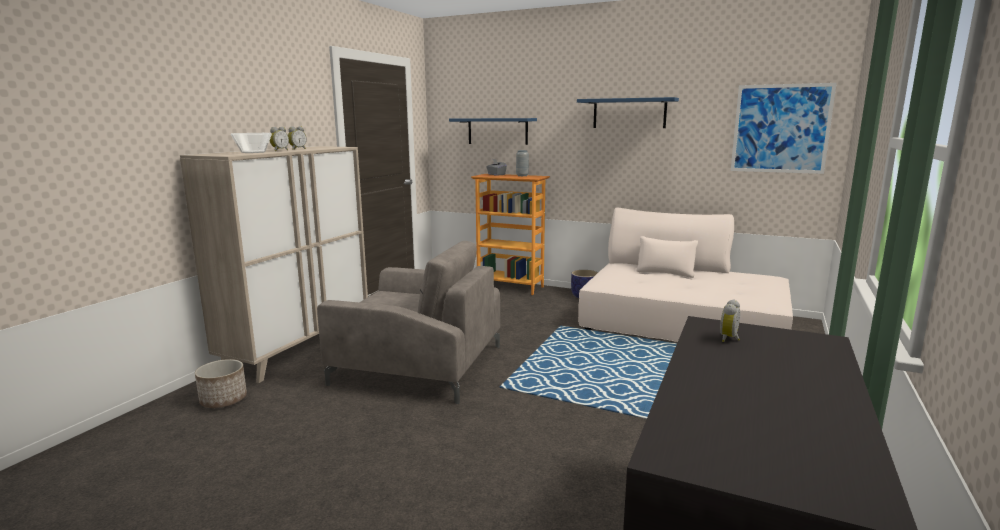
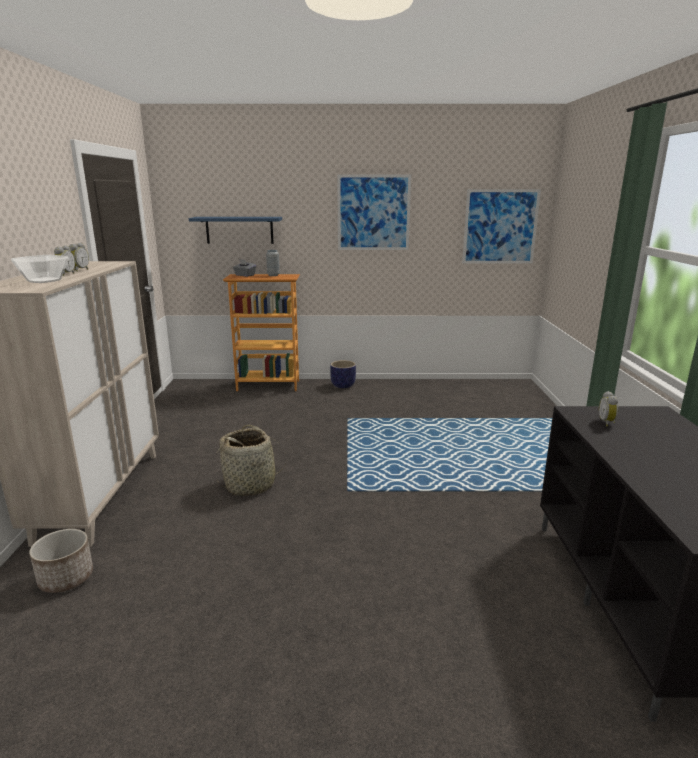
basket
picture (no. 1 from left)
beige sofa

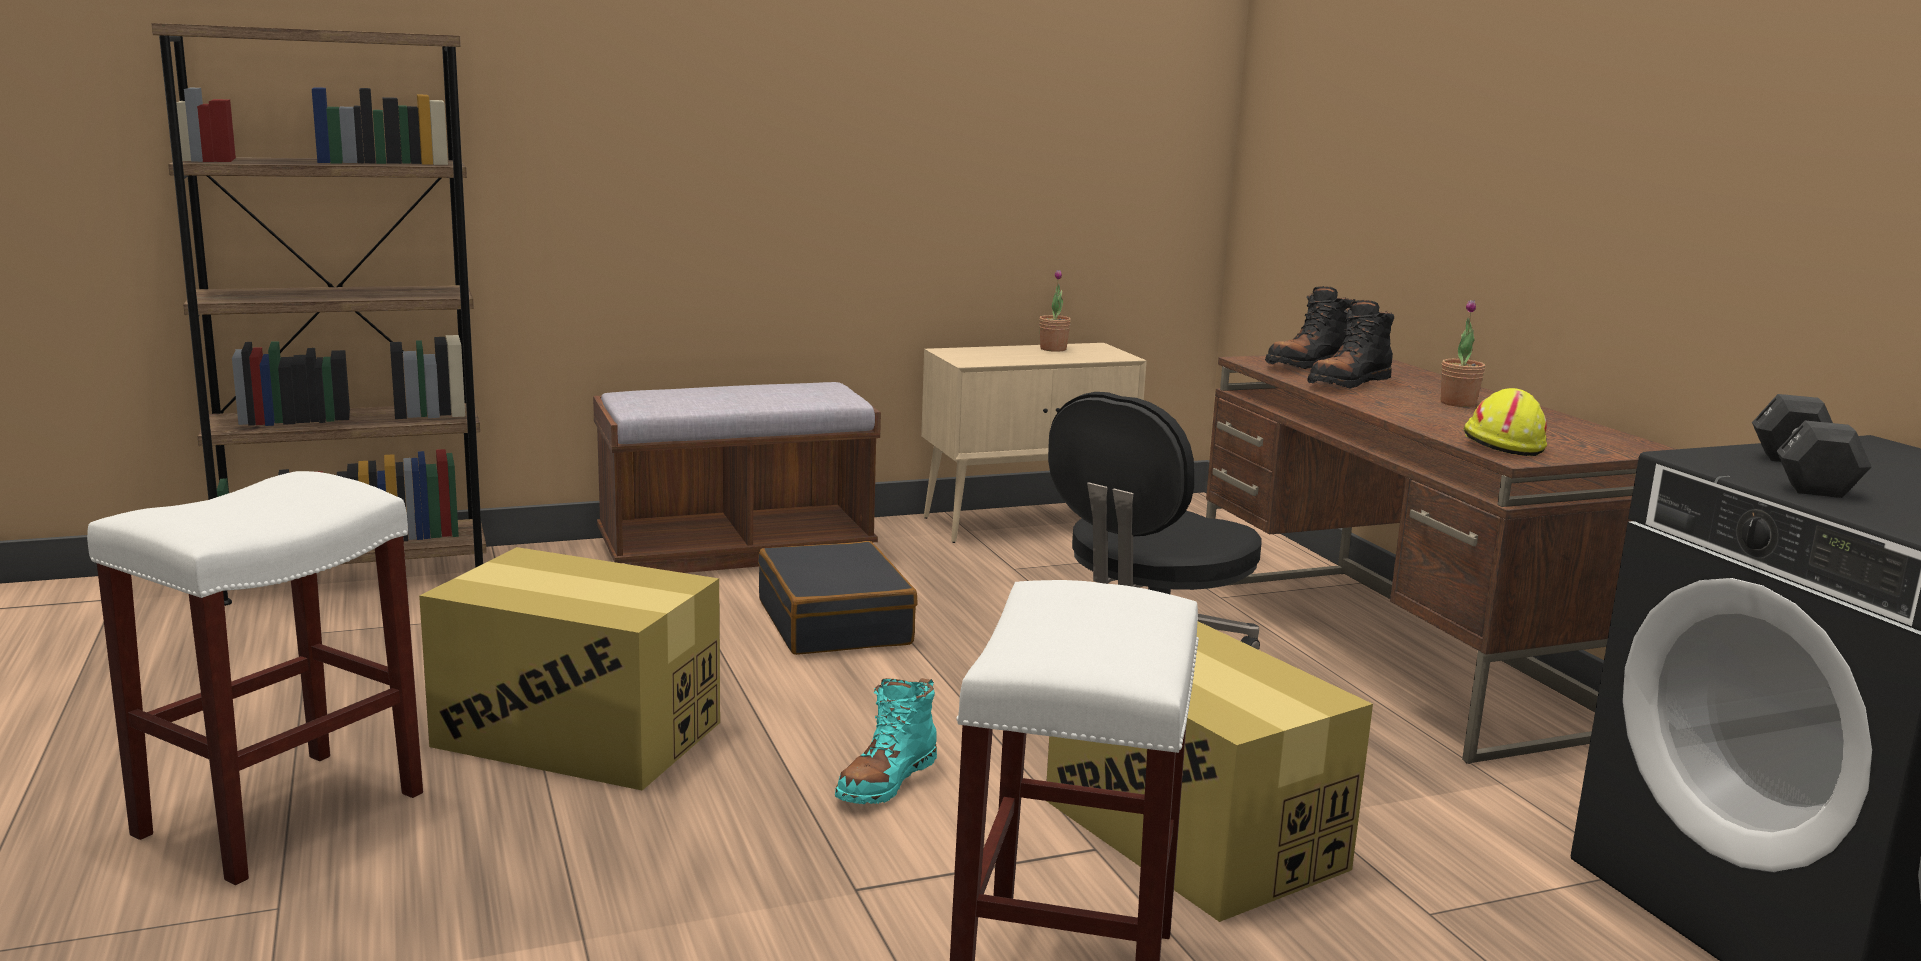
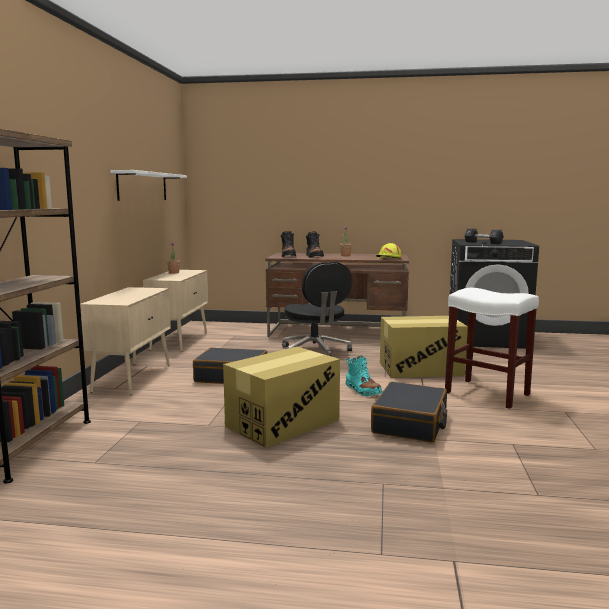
beige cabinet (no. 1 from left)
white shelf
black suitcase (no. 2 from left)
white stool (no. 1 from left in the first image)

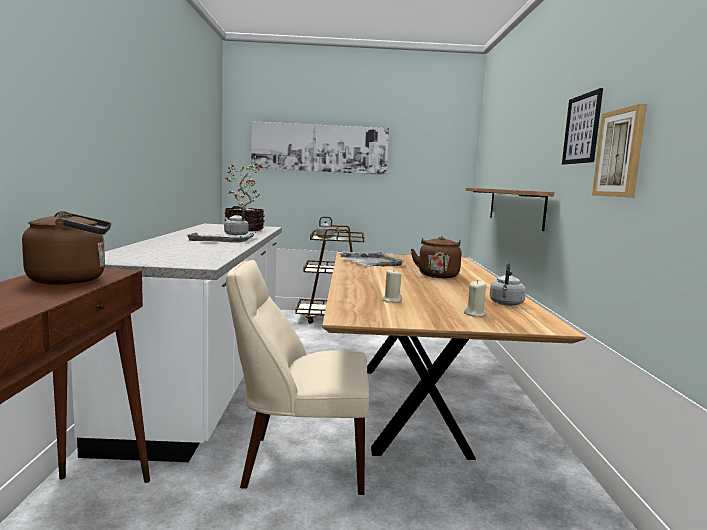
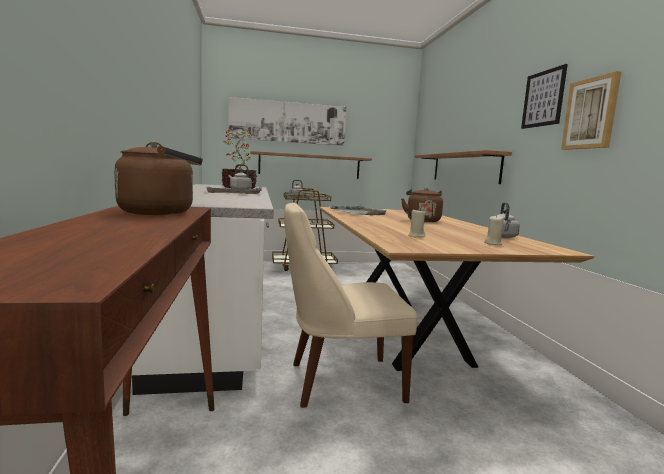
shelf (no. 1 from left)

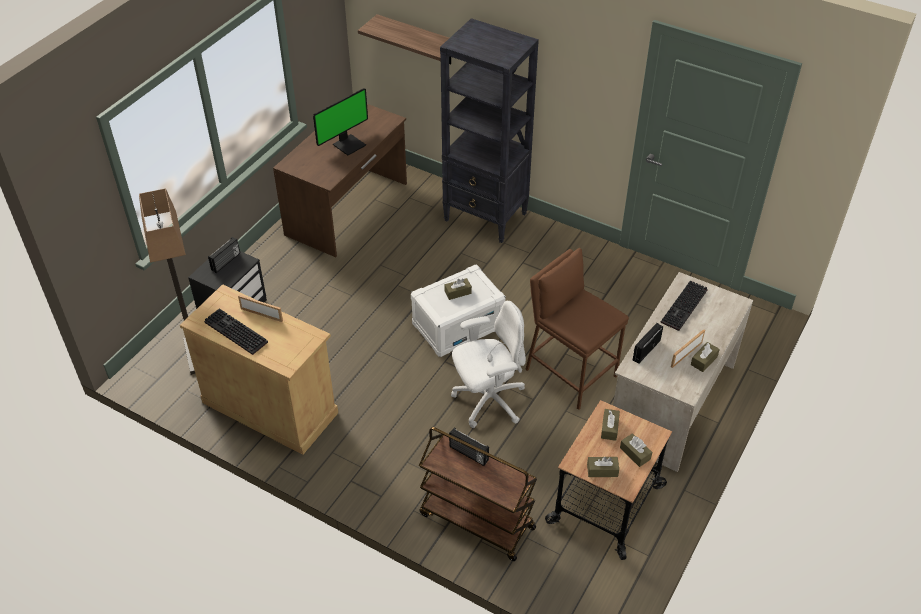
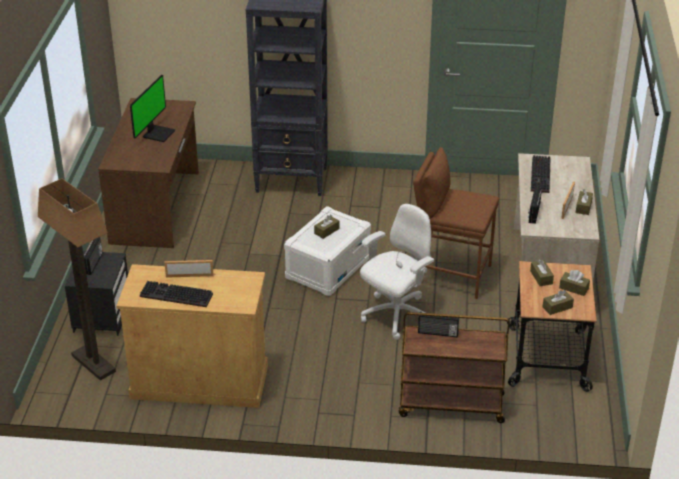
shelf

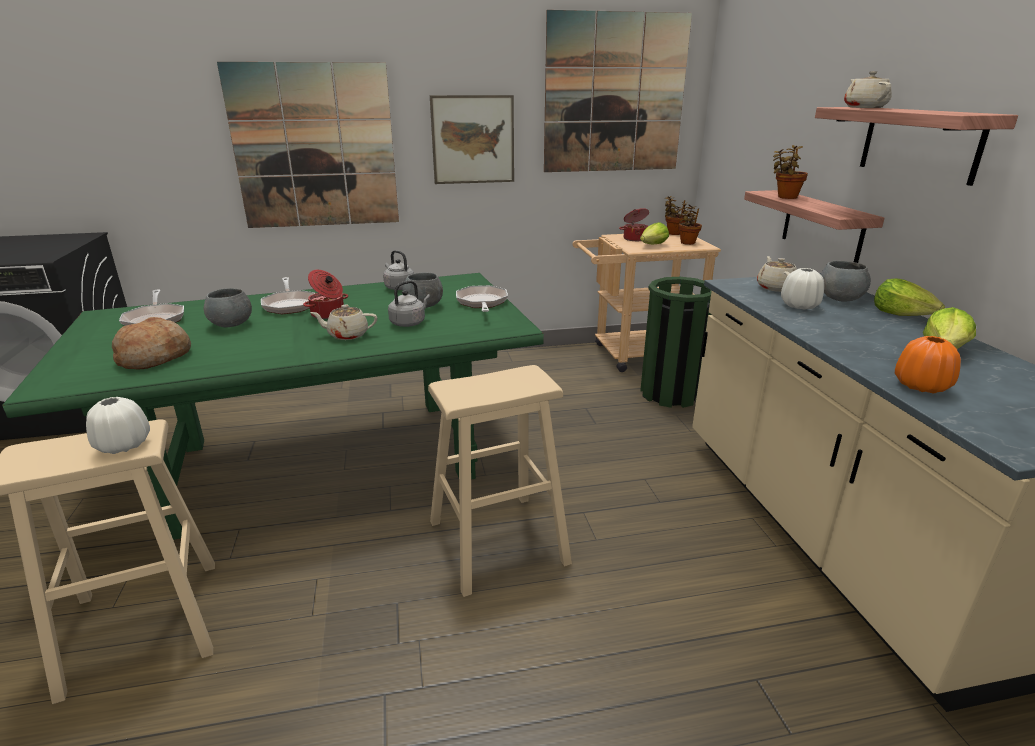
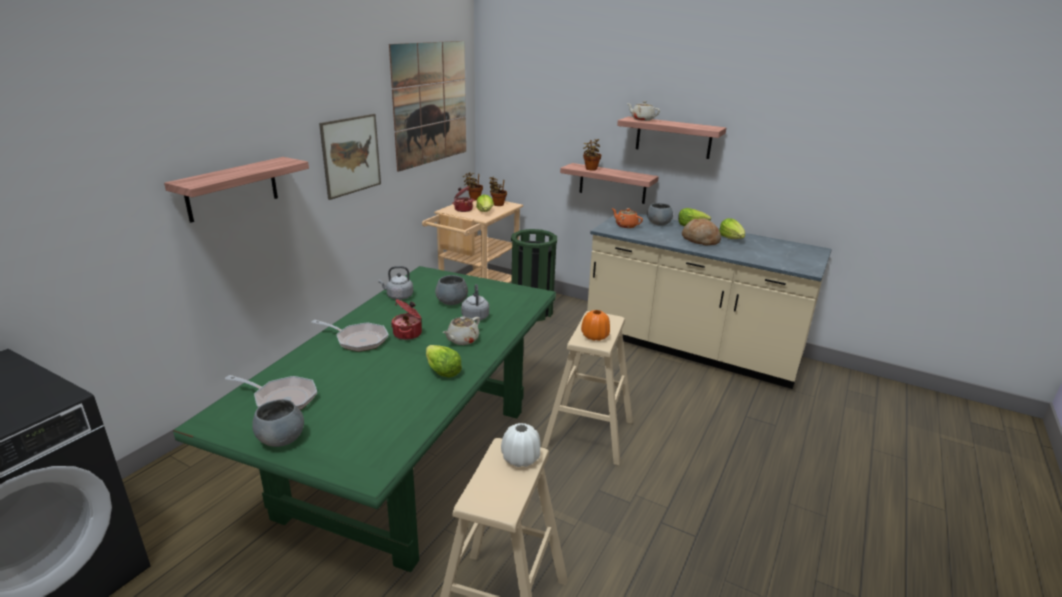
shelf (no. 1 from left)
grey bowl (no. 1 from left)
lettuce (no. 1 from left)
orange vase
orange teapot
bread
frying pan (no. 3 from left in the first image)
white vase (no. 2 from left in the first image)

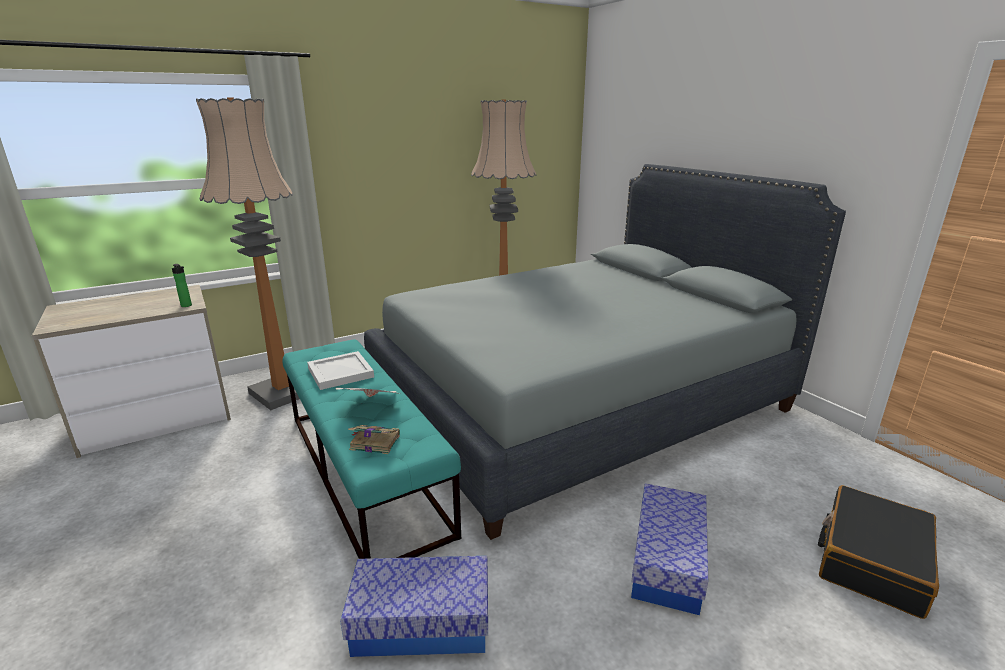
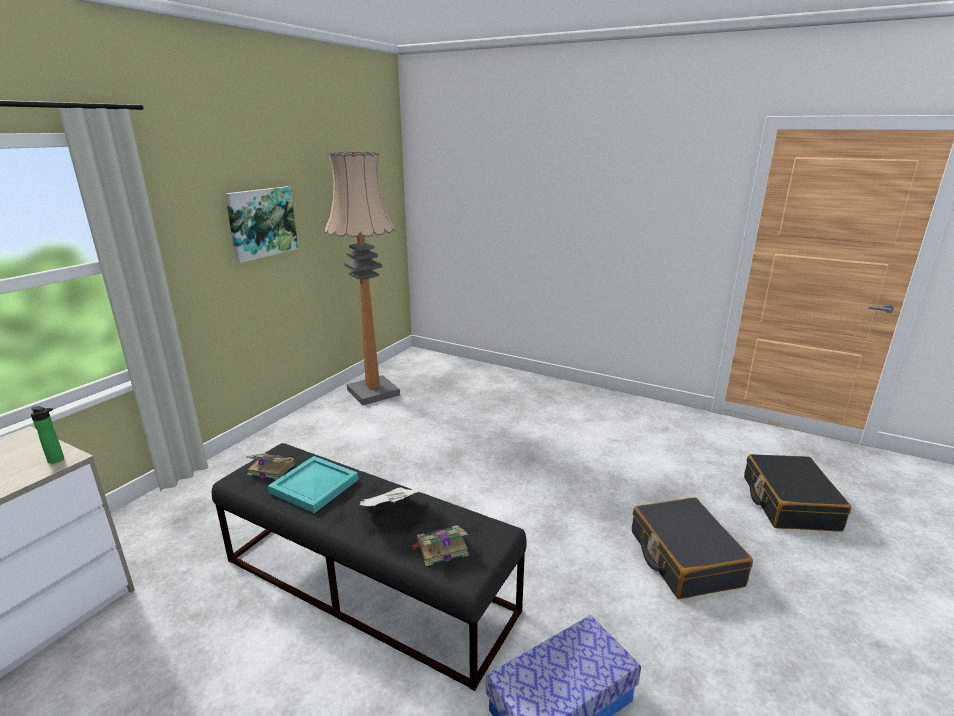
black bench
picture
book (no. 1 from left)
turquoise tray
black suitcase (no. 1 from left)
floor lamp (no. 1 from left in the first image)
grey bed

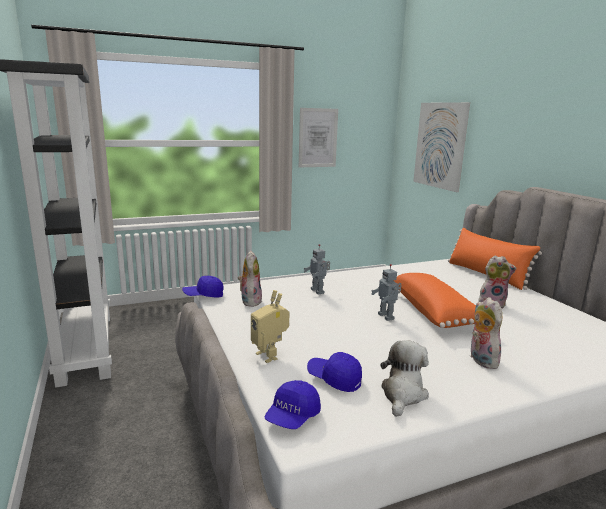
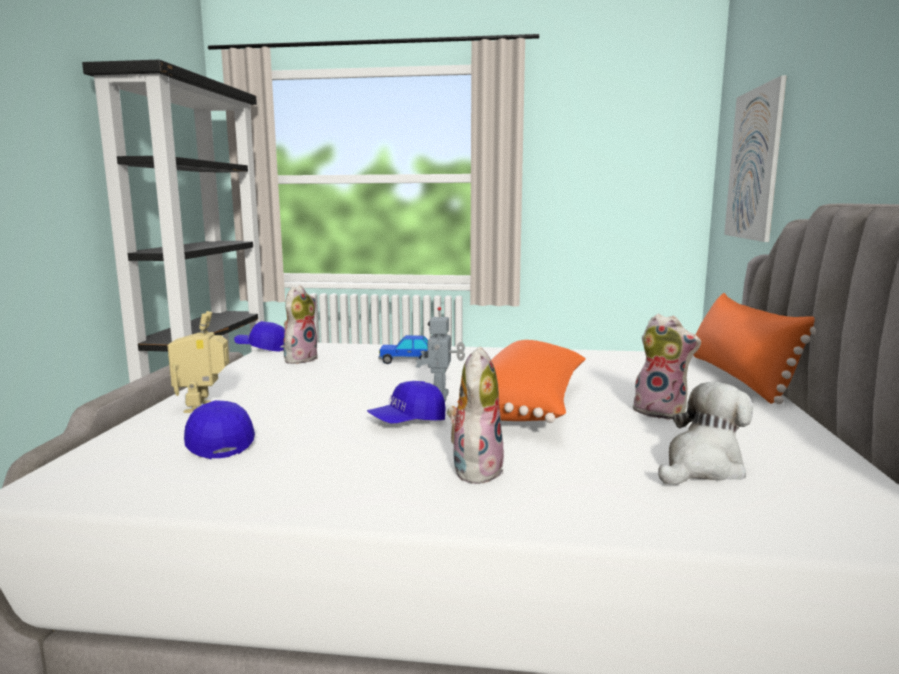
blue cap (no. 3 from left)
toy car
plush toy (no. 4 from left)
picture (no. 1 from left in the first image)

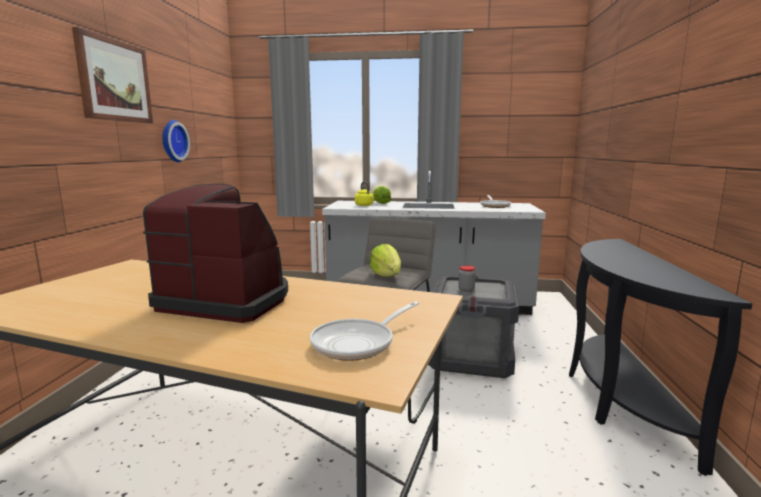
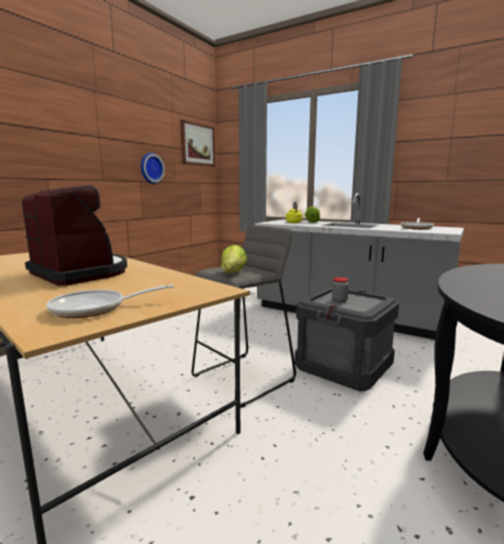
picture

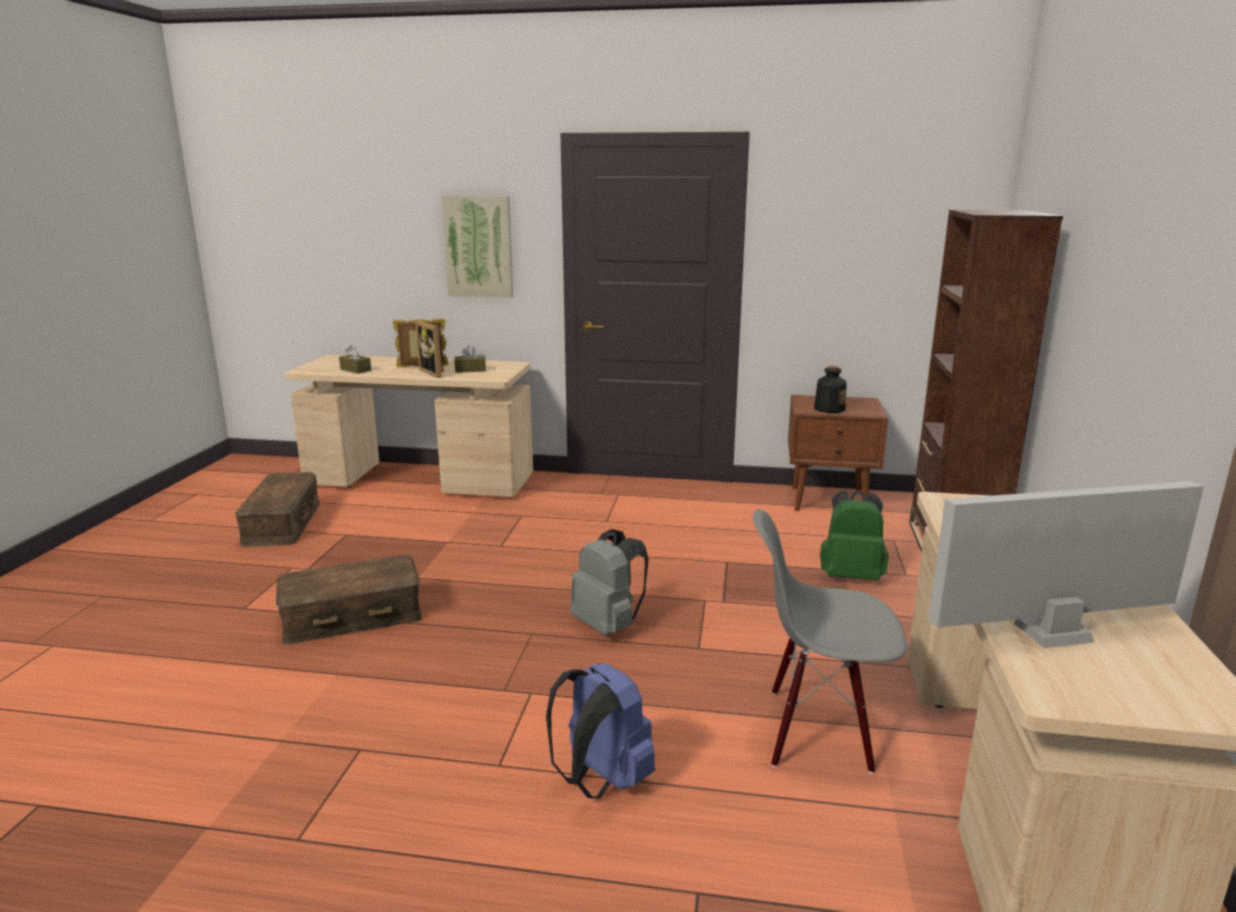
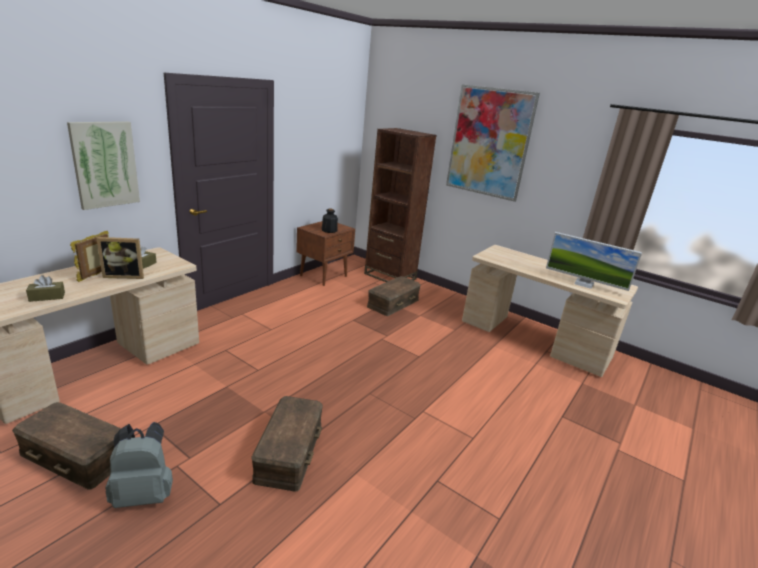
grey backpack
brown storage box (no. 3 from left)
picture (no. 2 from left)
monitor
blue backpack
grey chair

